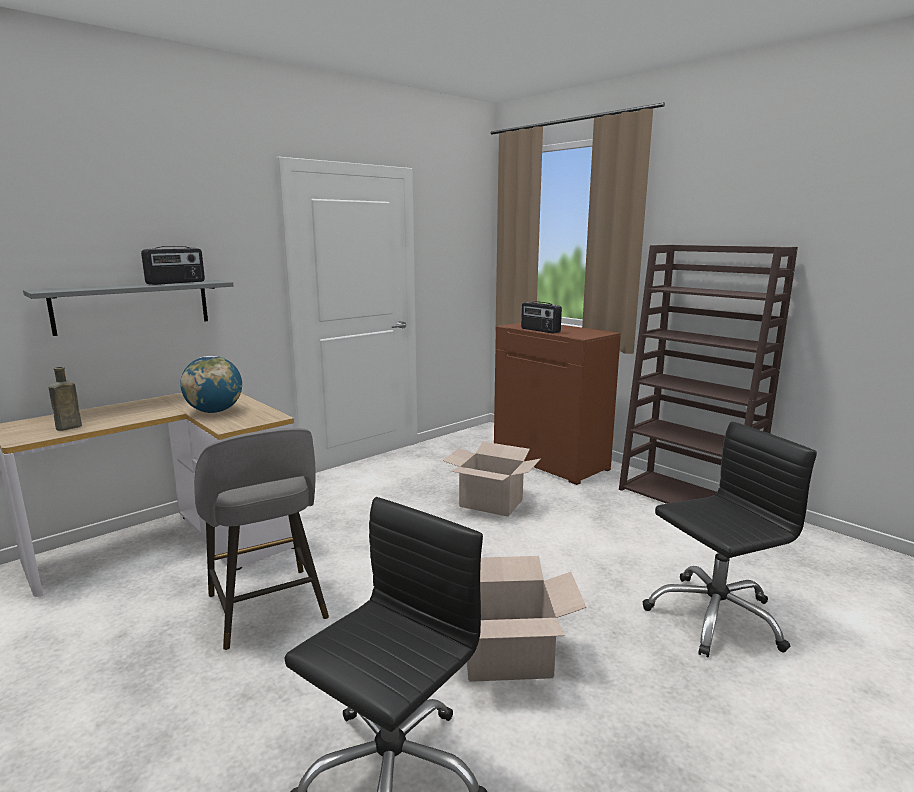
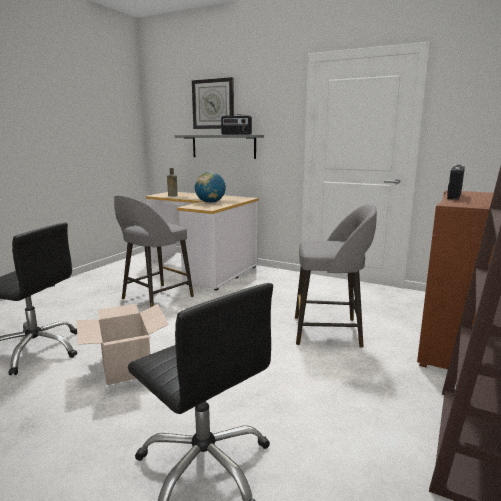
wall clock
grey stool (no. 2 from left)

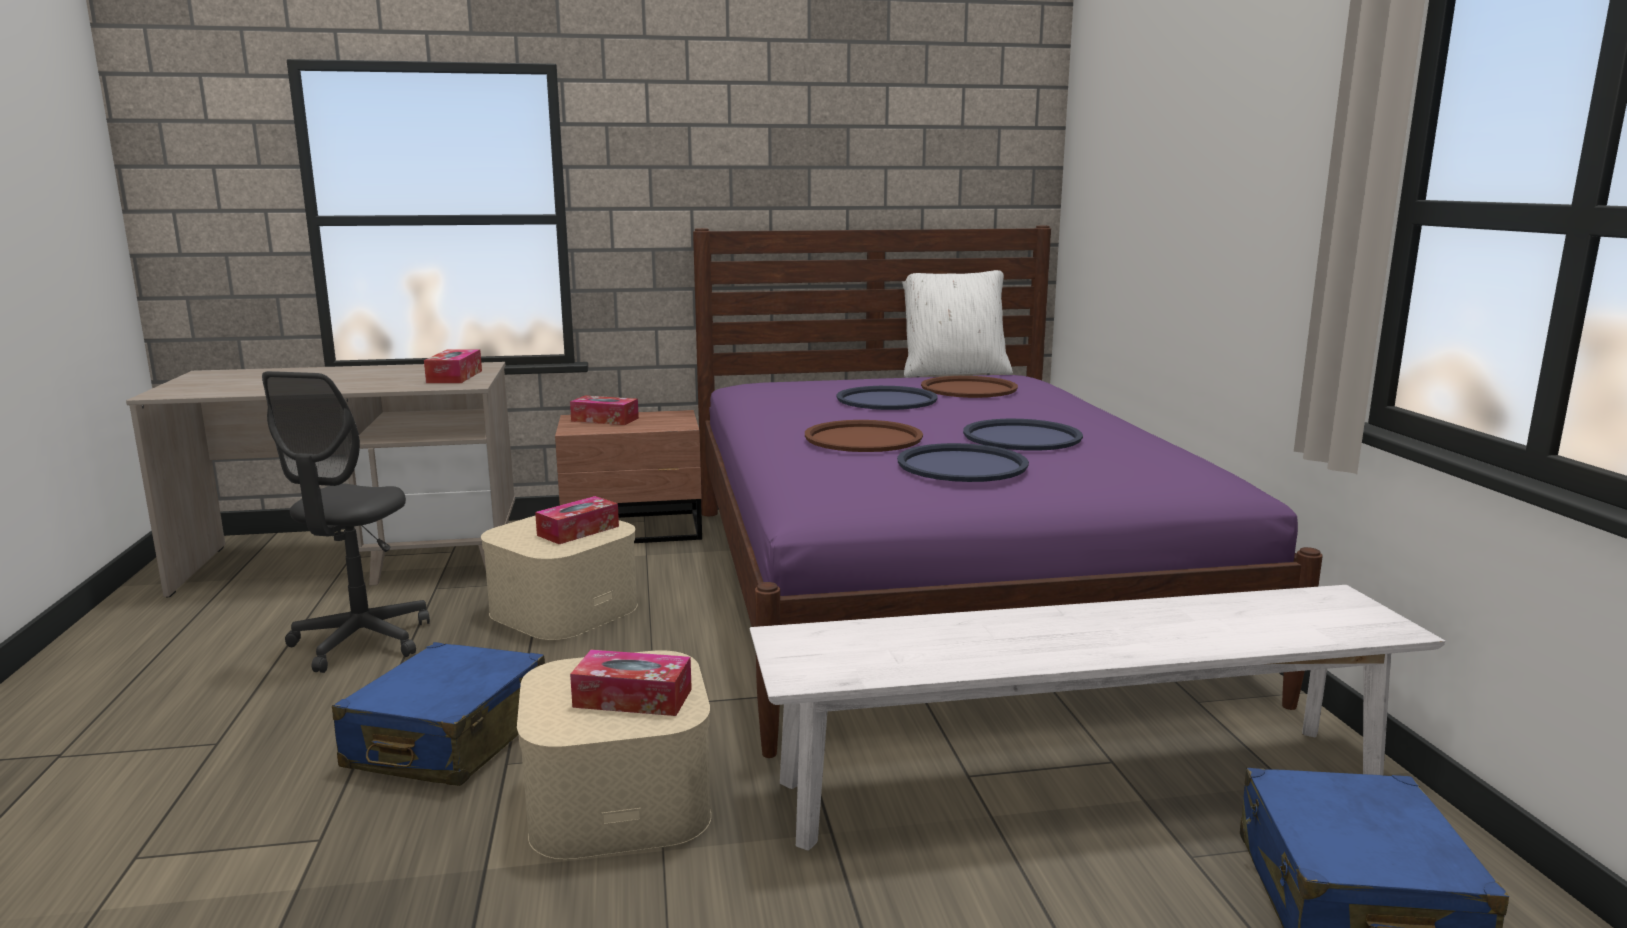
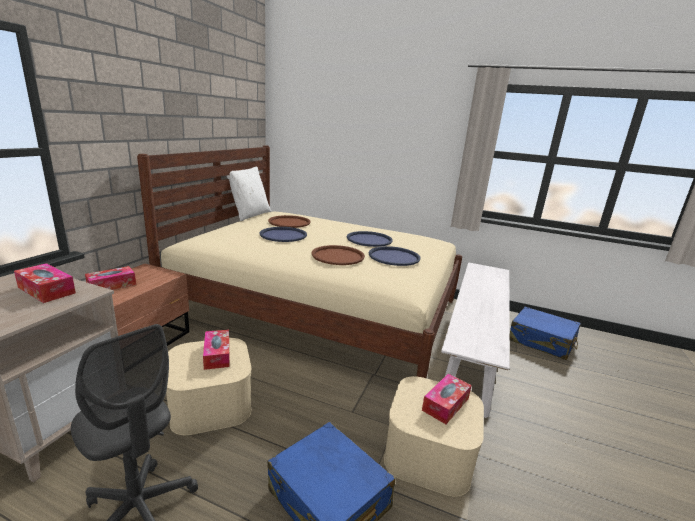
beige bed

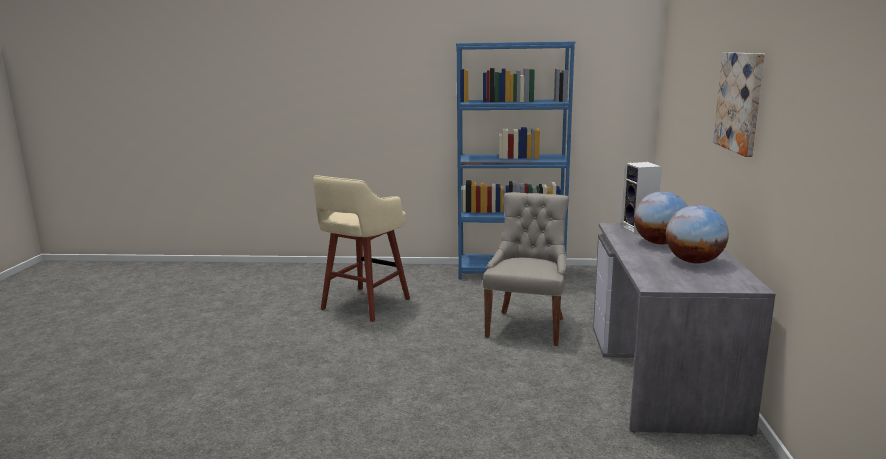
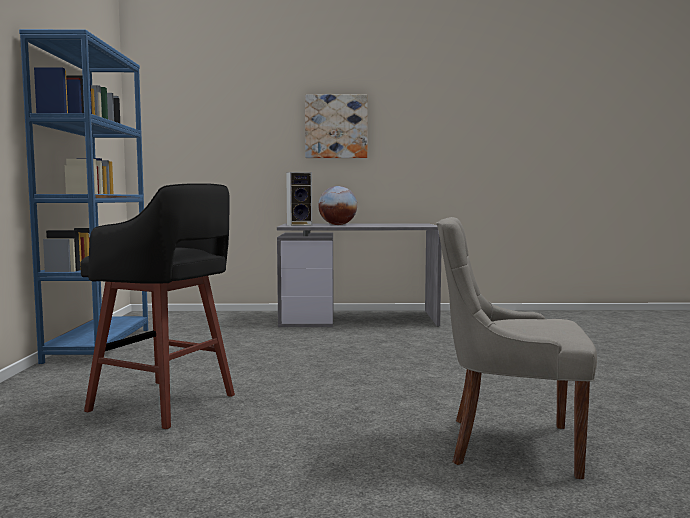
black stool
grey chair
globe (no. 2 from left in the first image)

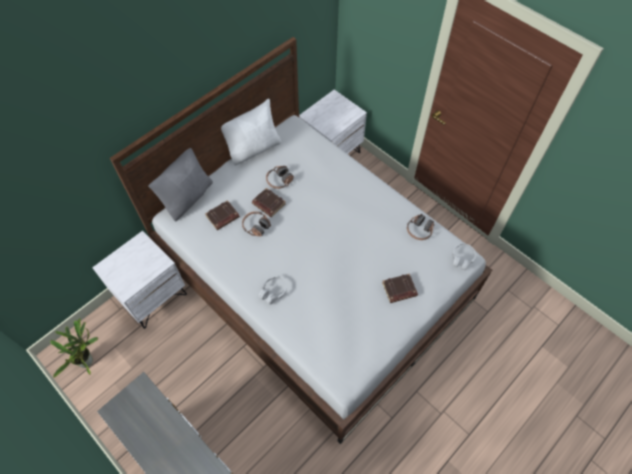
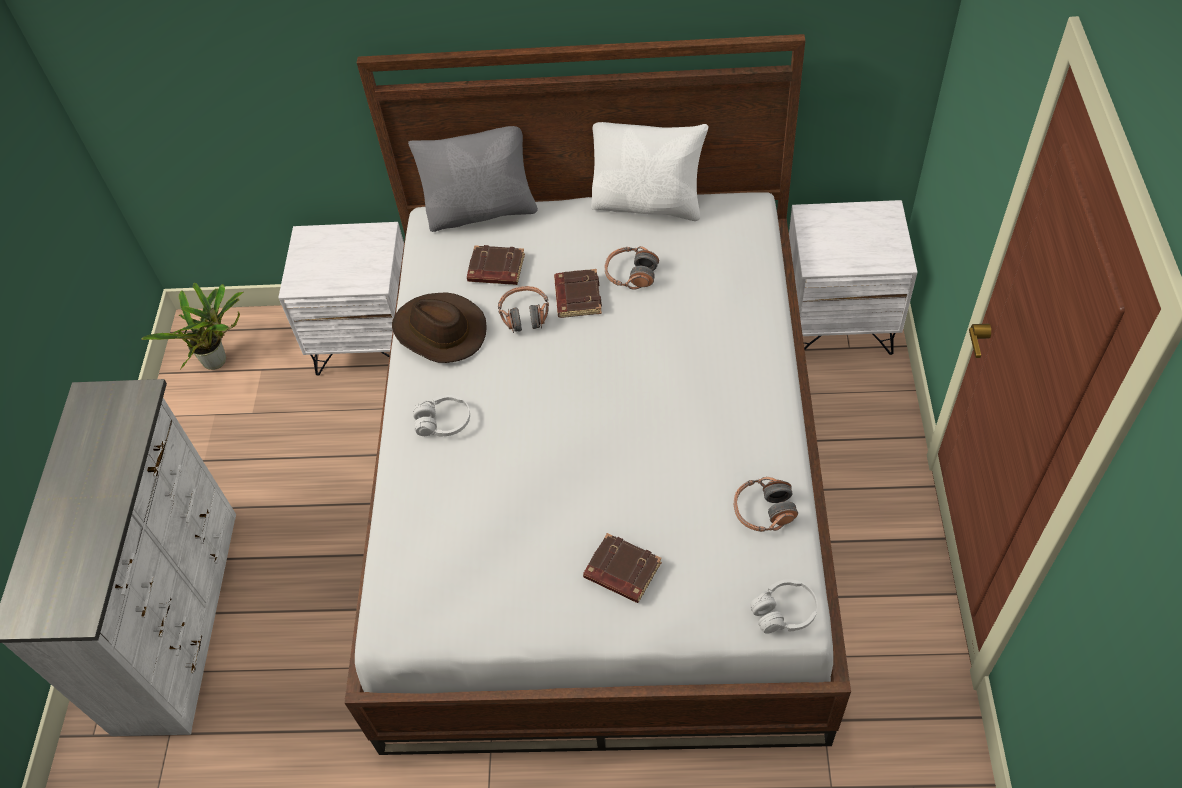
brown hat

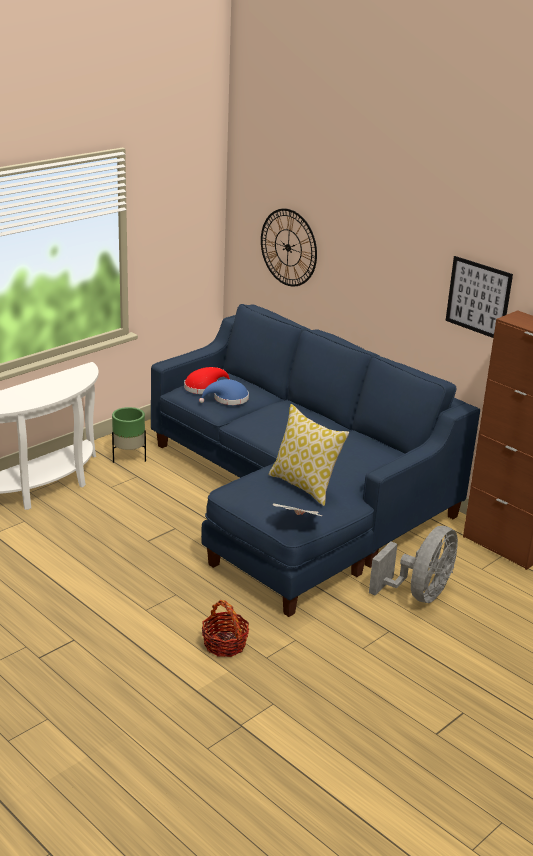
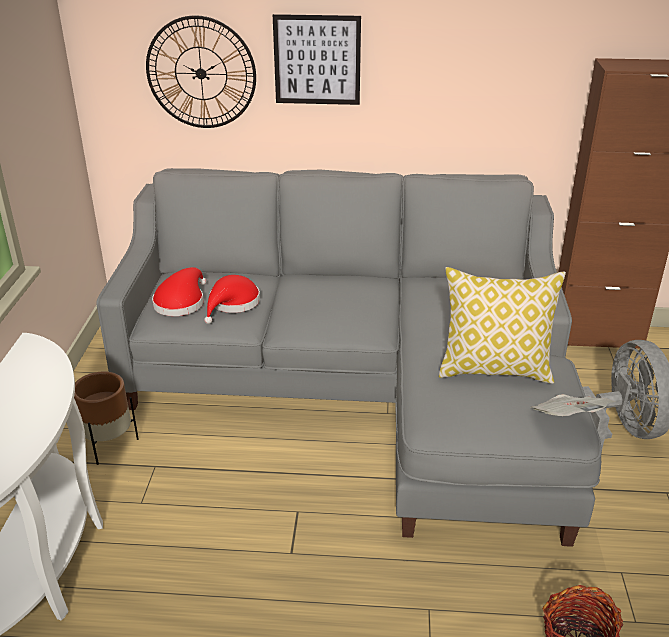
brown planter
grey sofa
red hat (no. 2 from left)
picture

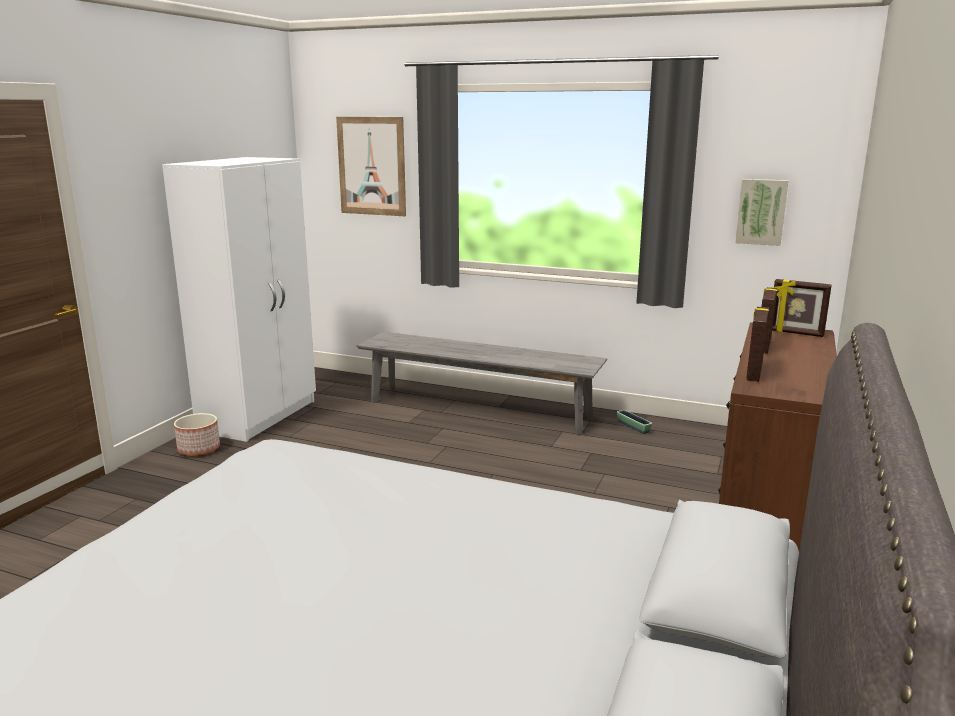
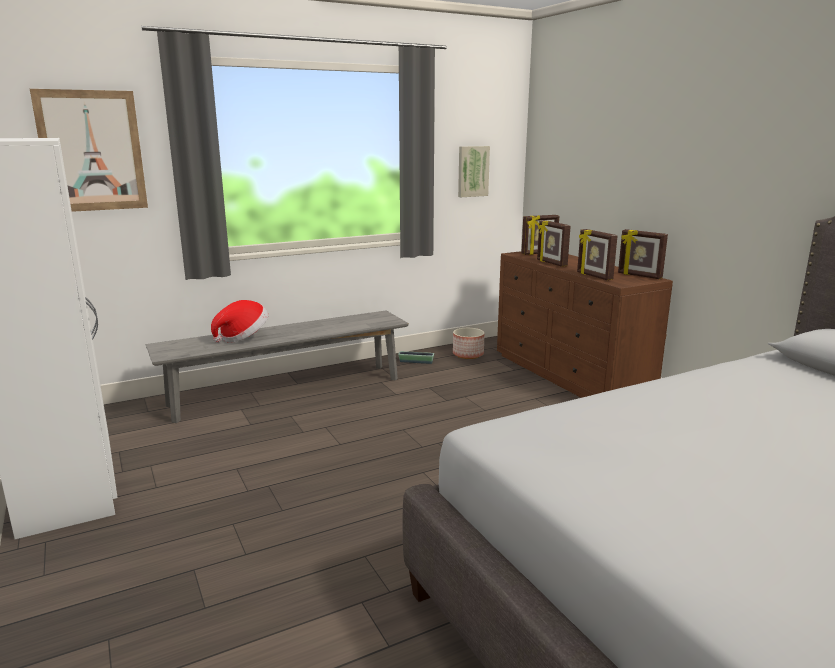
hat
planter (no. 2 from left)
picture frame (no. 4 from left)

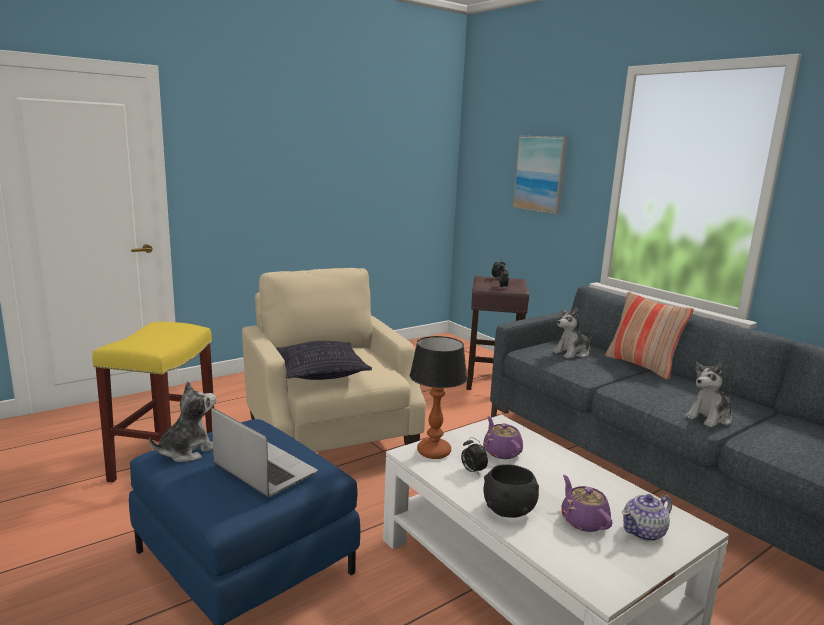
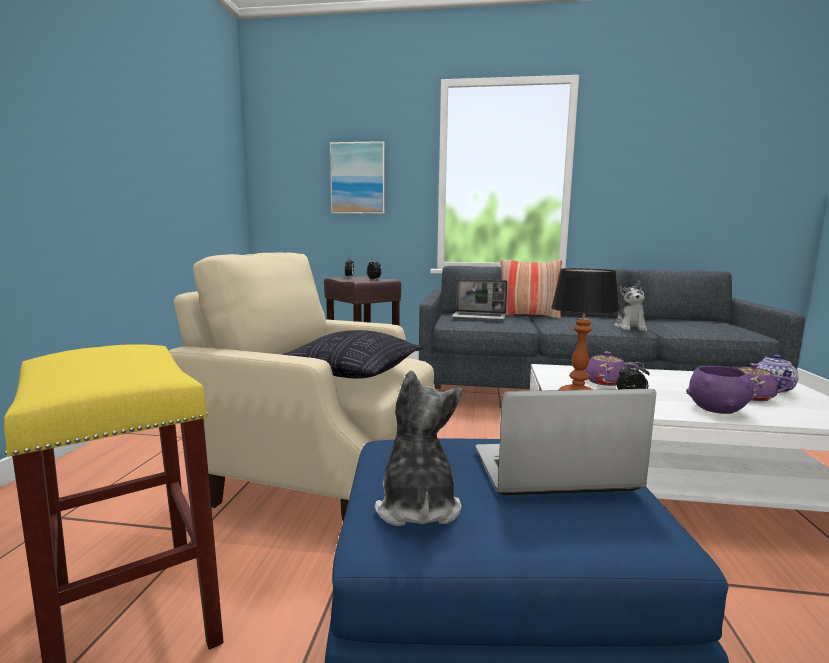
laptop (no. 1 from left)
purple bowl

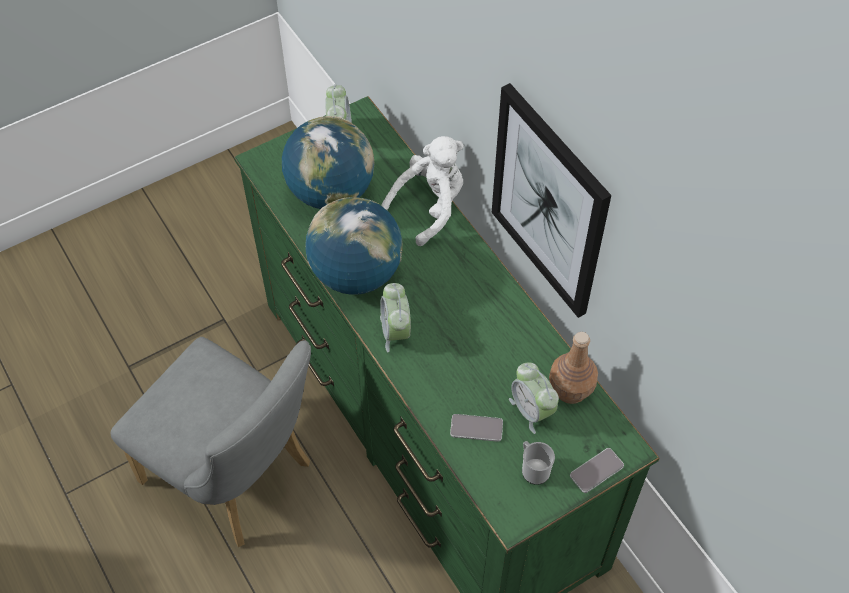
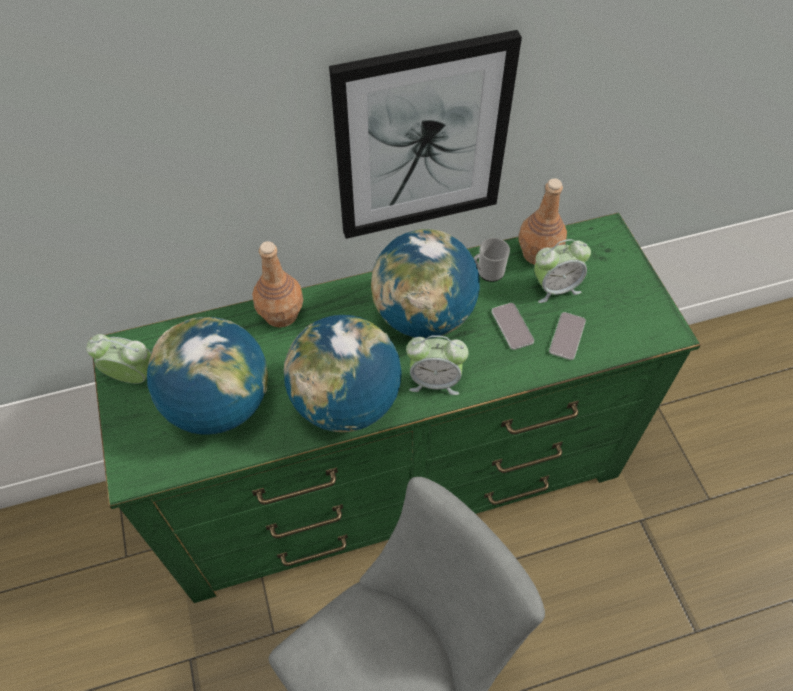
brown bottle (no. 1 from left)
globe (no. 3 from left)
mug
phone (no. 1 from left)

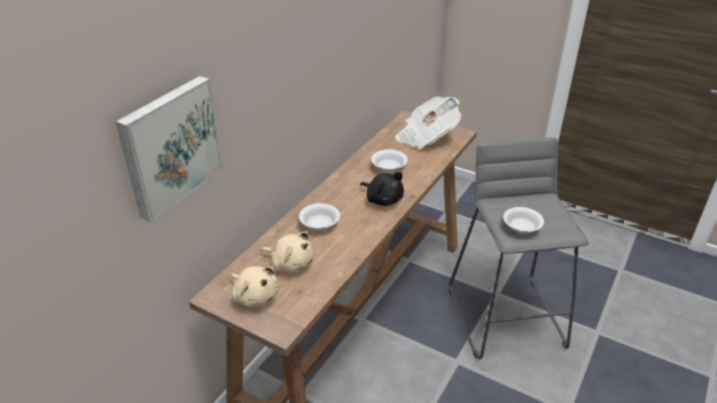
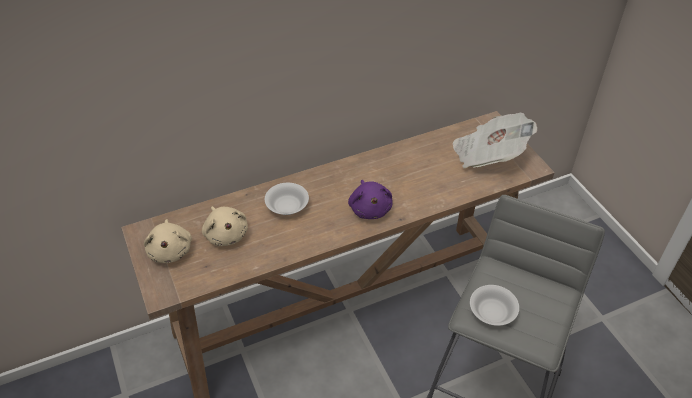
purple plush toy
picture
white bowl (no. 2 from left in the first image)

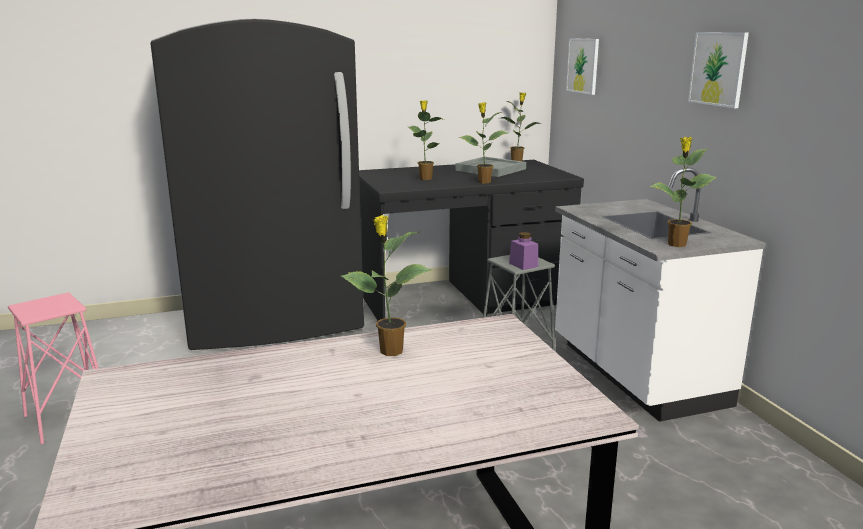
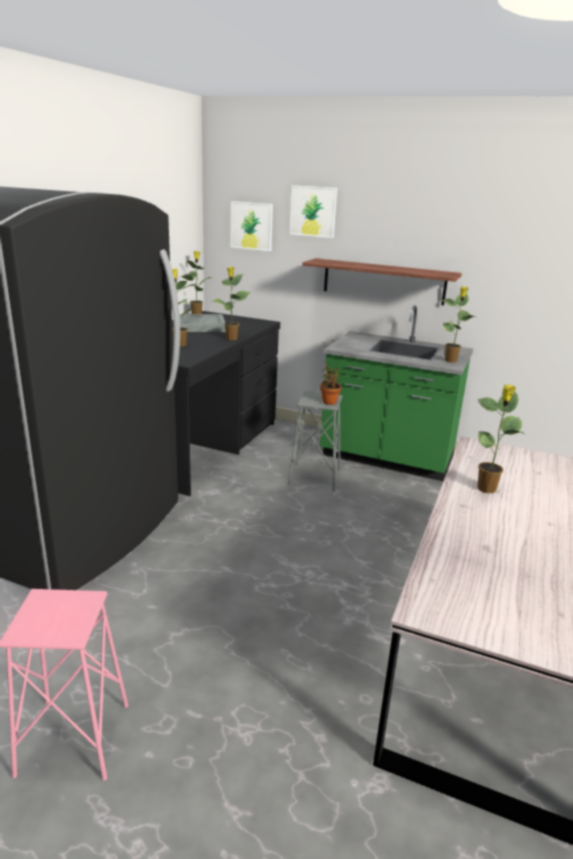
picture (no. 2 from left)
shelf
green counter
potted plant (no. 4 from left)

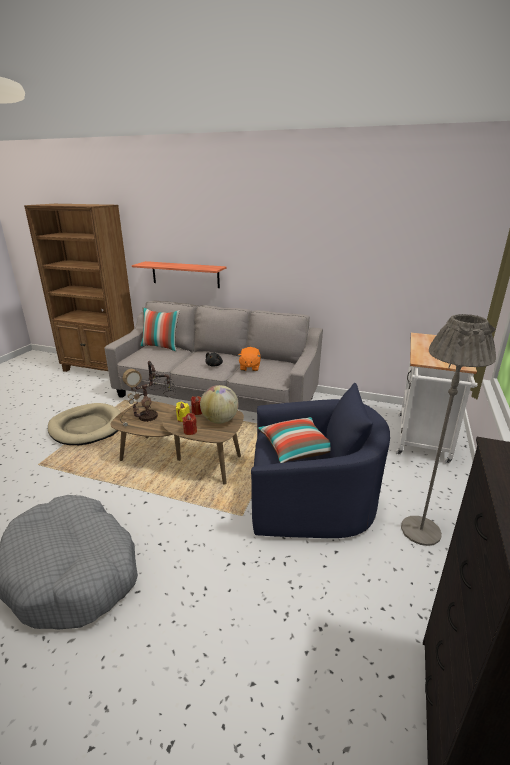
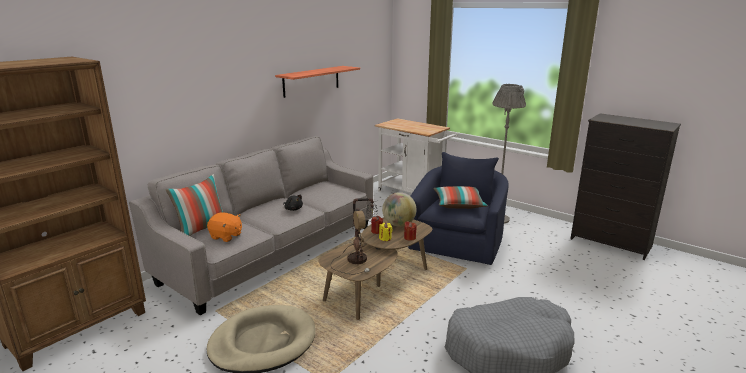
orange plush toy
shelf

